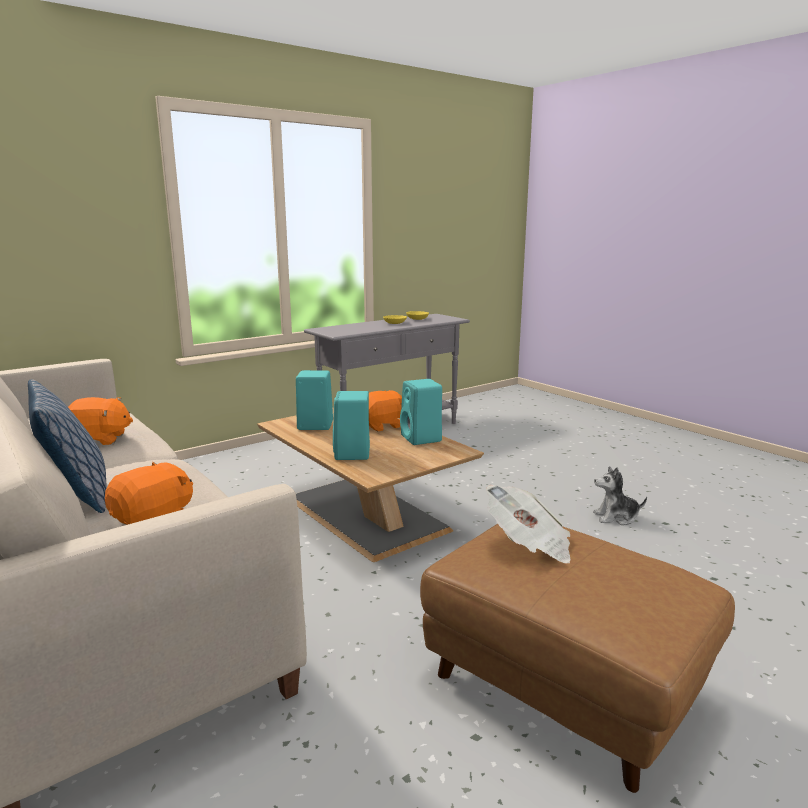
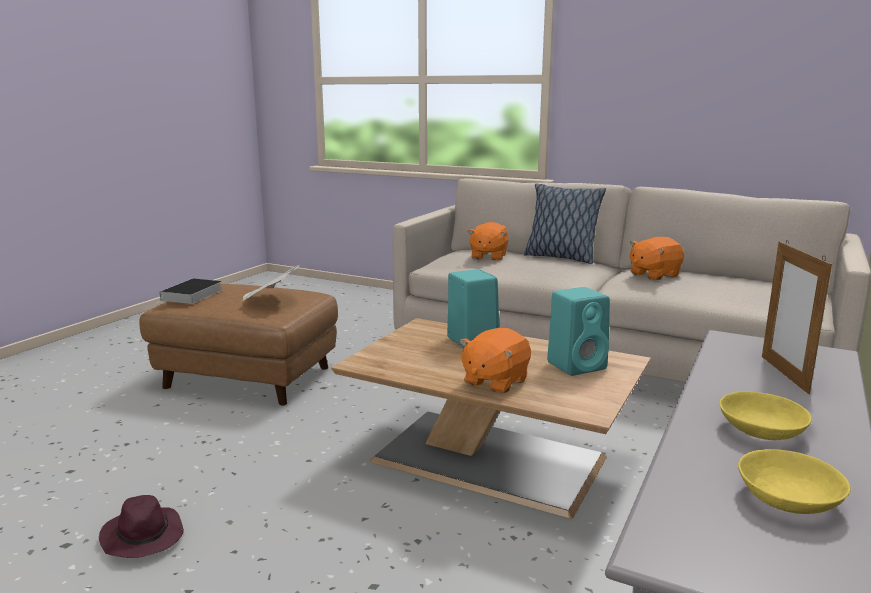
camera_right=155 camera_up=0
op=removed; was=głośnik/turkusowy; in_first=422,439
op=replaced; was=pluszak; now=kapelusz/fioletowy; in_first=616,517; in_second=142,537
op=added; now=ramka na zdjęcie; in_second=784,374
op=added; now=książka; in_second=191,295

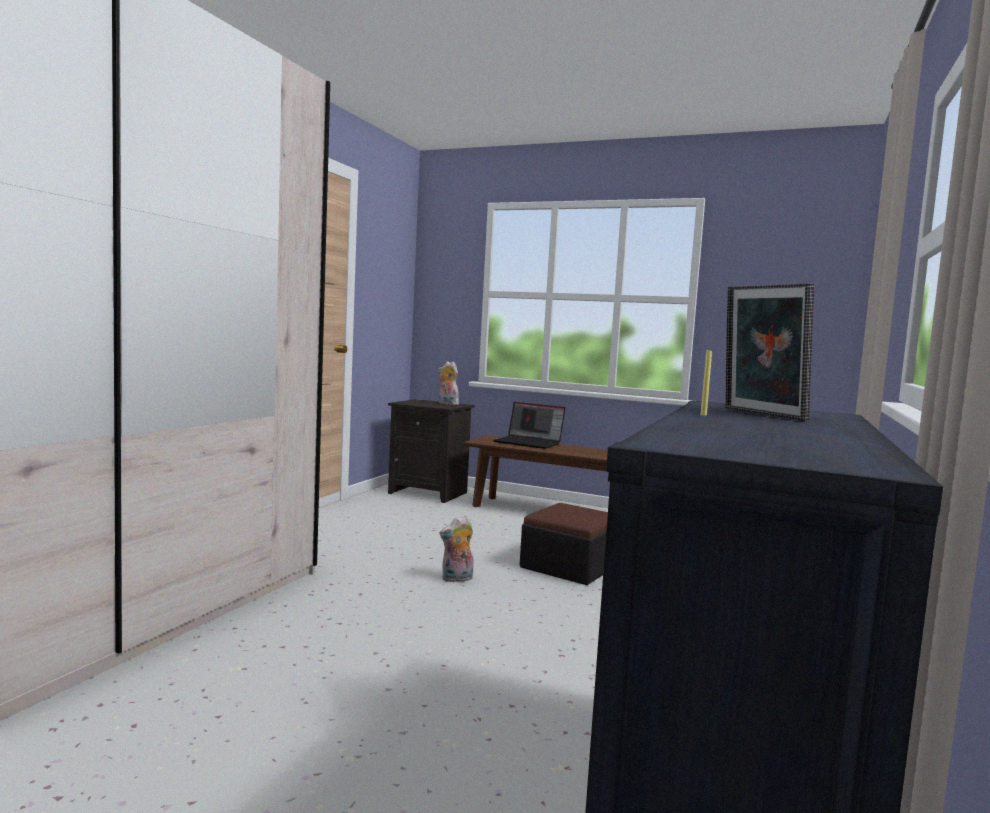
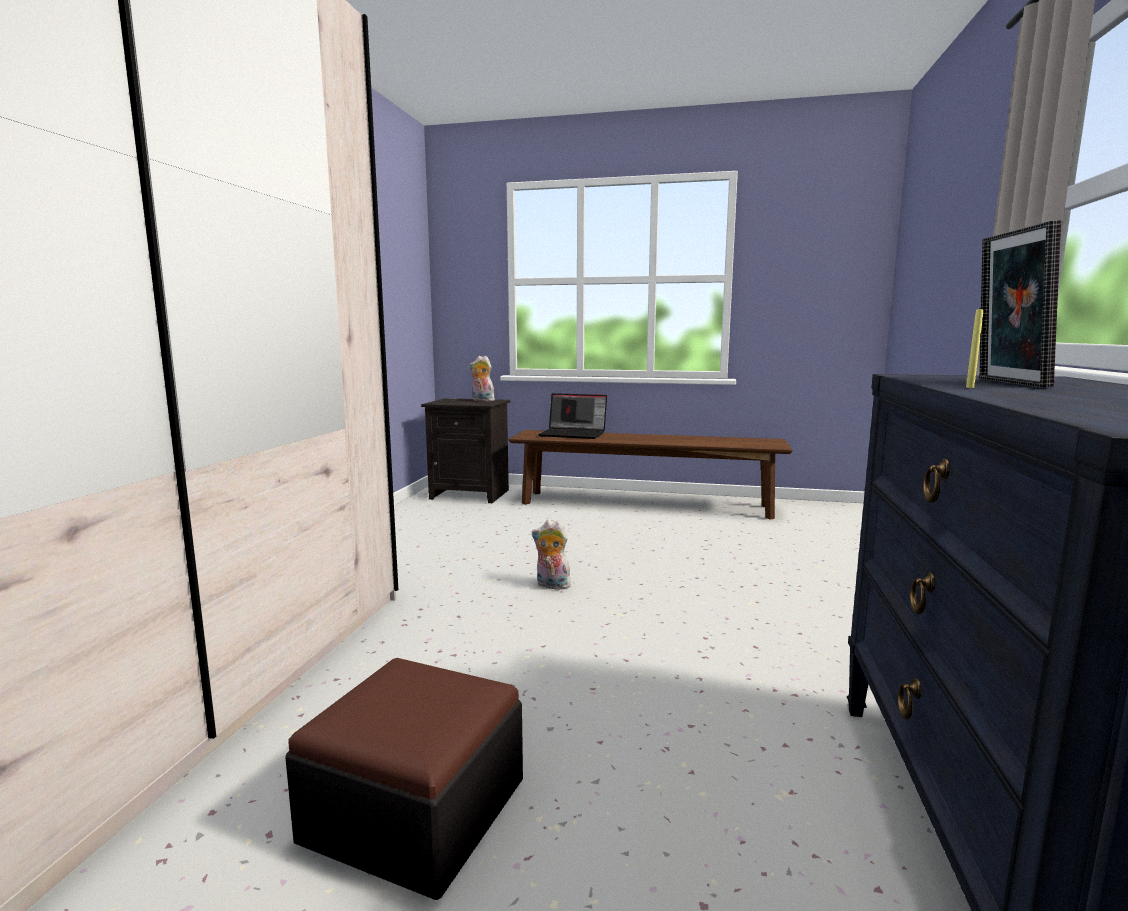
camera_right=-10 camera_up=5
op=turned; was=ramka na zdjęcie; in_first=760,414; in_second=1005,382; clockwise=45
op=moved; was=pufa; in_first=569,566; in_second=415,810
op=turned; was=pluszak; in_first=457,579; in_second=551,585; clockwise=60

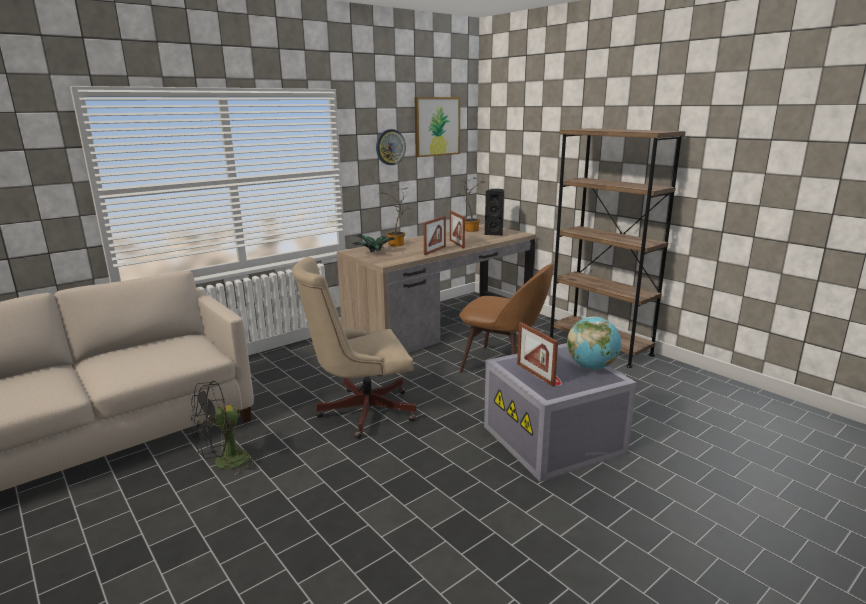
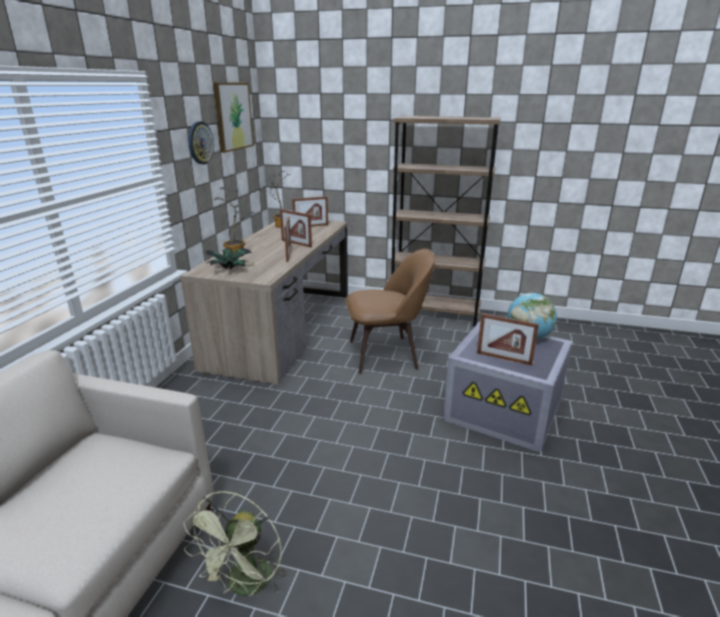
camera_right=-35 camera_up=5
op=replaced; was=głośnik/czarny; now=ramka na zdjęcie; in_first=495,233; in_second=311,226
op=removed; was=krzesło biurowe/beżowy; in_first=360,411
op=recoloured; was=wentylator/czarny; now=wentylator/zielony; in_first=224,463; in_second=245,586

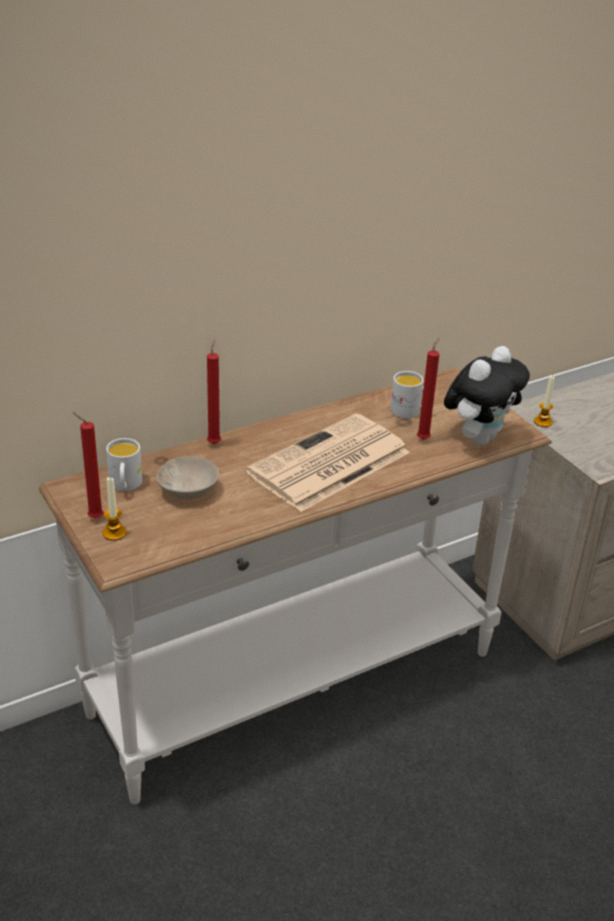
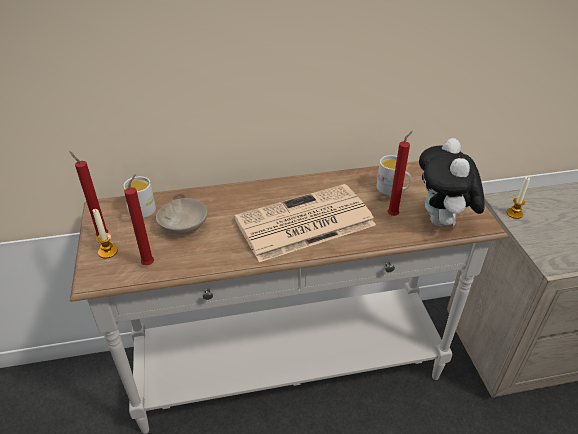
camera_right=20 camera_up=5
op=moved; was=świeca/czerwony; in_first=214,442; in_second=149,263
op=turned; was=pluszak; in_first=479,437; in_second=442,222; clockwise=120

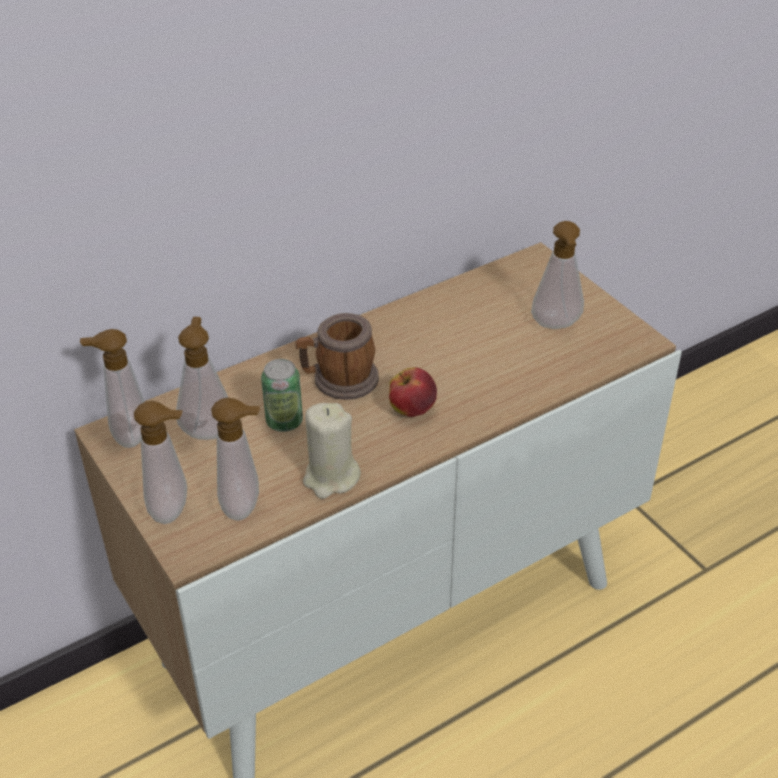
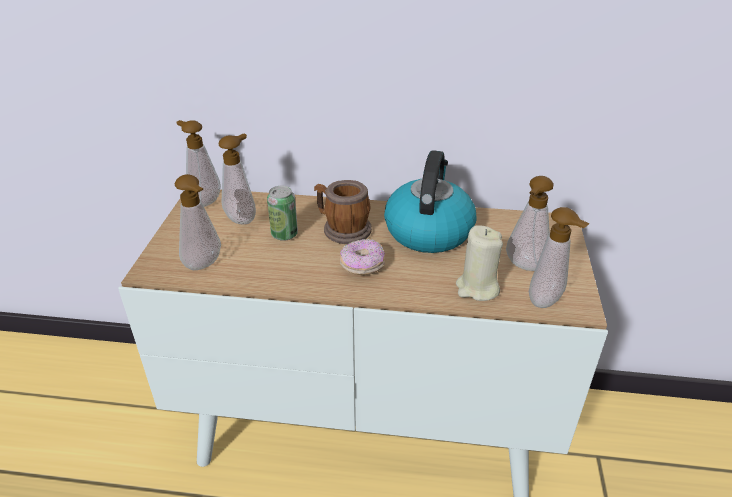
camera_right=40 camera_up=-5
op=replaced; was=jabłko; now=donut; in_first=412,409; in_second=362,266
op=moved; was=dozownik mydła; in_first=174,510; in_second=547,302
op=moved; was=świeca/beżowy; in_first=331,478; in_second=477,288
op=added; now=czajnik; in_second=428,230

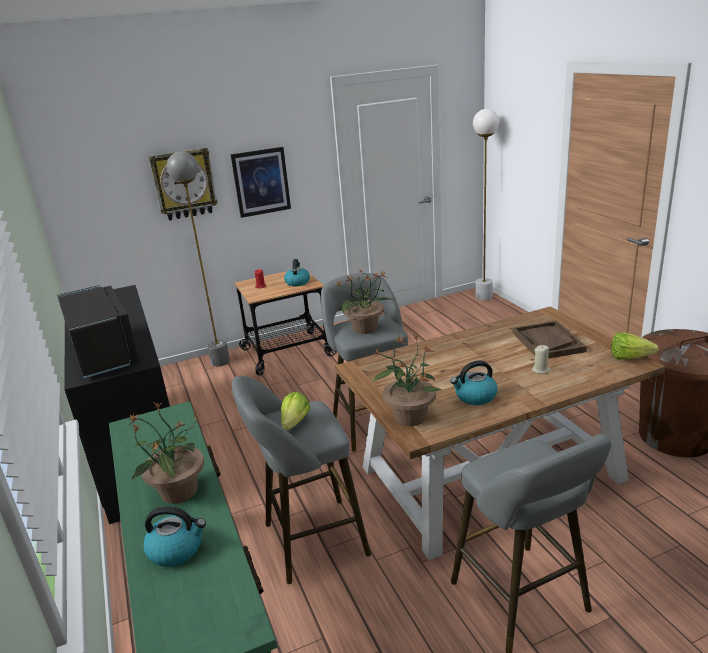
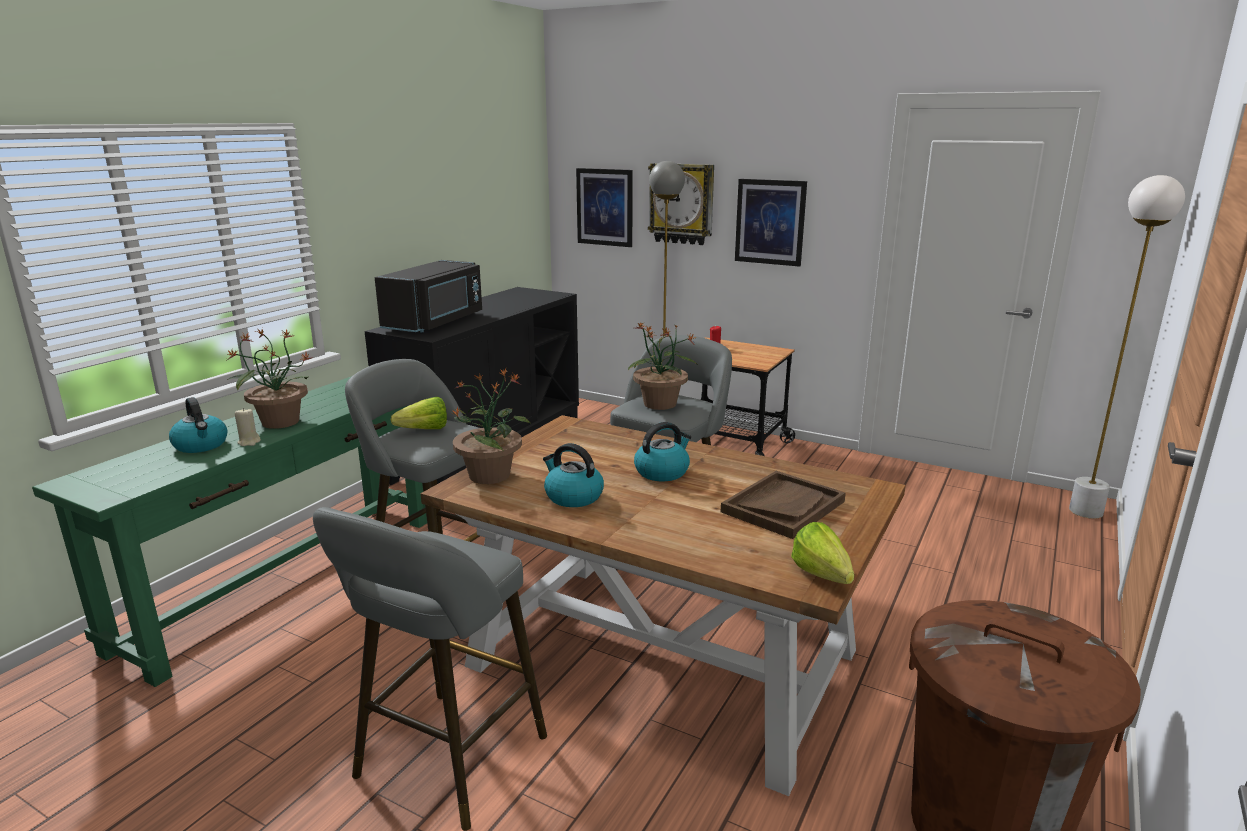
camera_right=50 camera_up=-5
op=moved; was=czajnik; in_first=297,282; in_second=662,472
op=moved; was=świeca/beżowy; in_first=541,370; in_second=249,442
op=added; now=obraz; in_second=605,207

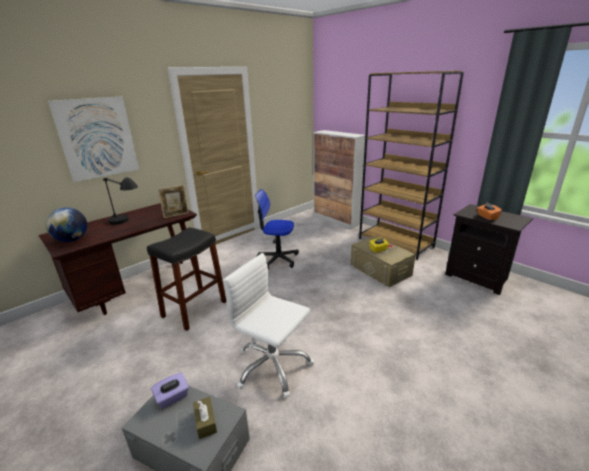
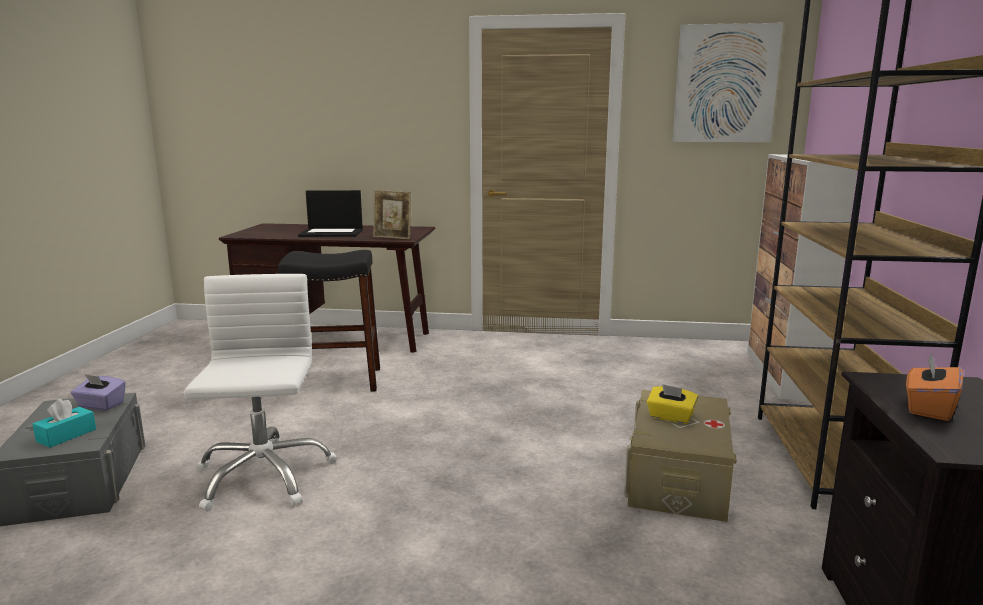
camera_right=50 camera_up=-10
op=moved; was=obraz; in_first=97,138; in_second=725,84
op=replaced; was=lampa stołowa/czarny; now=laptop; in_first=127,224; in_second=332,233
op=removed; was=krzesło biurowe; in_first=277,259
op=removed; was=globus; in_first=72,240
op=recoloured; was=pudełko chusteczek/brązowy; now=pudełko chusteczek/turkusowy; in_first=205,421; in_second=66,435

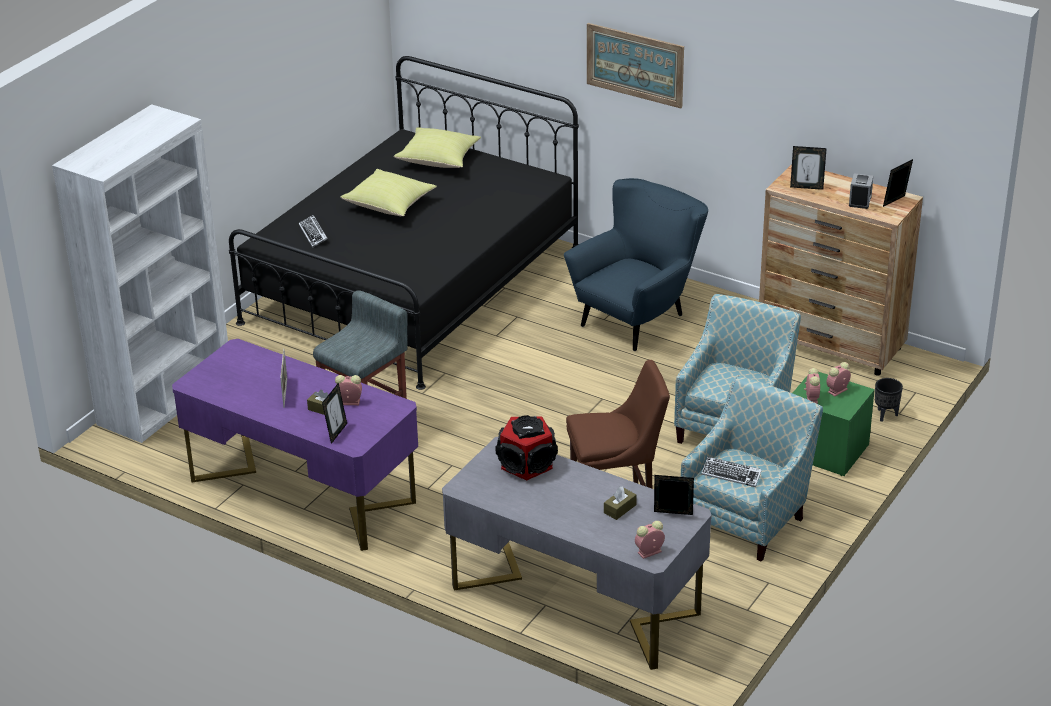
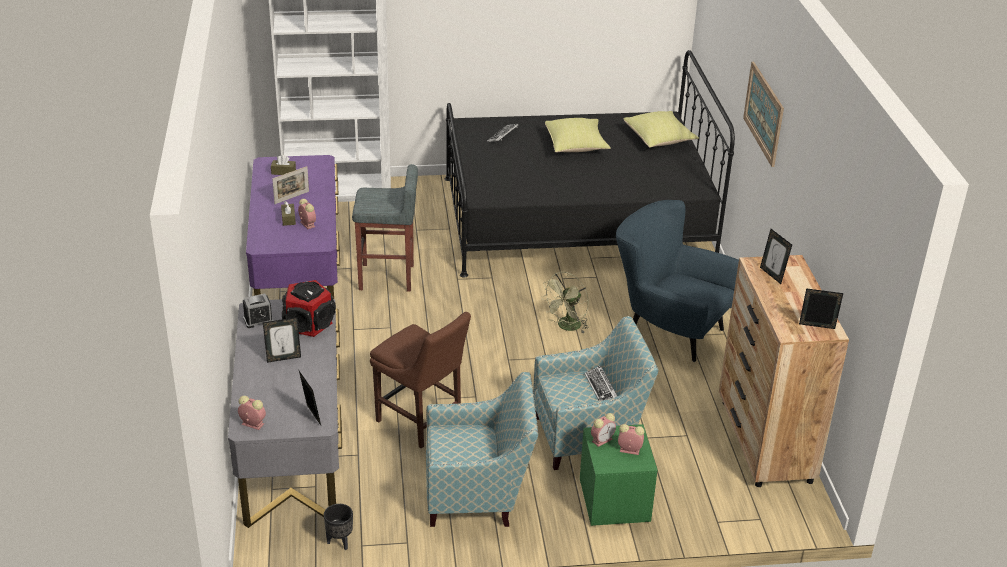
camera_right=50 camera_up=0
op=moved; was=budzik; in_first=860,201; in_second=258,320
op=turned; was=fotel/niebieski; in_first=638,317; in_second=668,330; clockwise=-150
op=moved; was=donica/czarny; in_first=885,415; in_second=340,541
op=moved; was=ramka na zdjęcie; in_first=336,433; in_second=283,358
op=moved; was=klawiatura; in_first=731,475; in_second=601,388
op=moved; was=pudełko chusteczek/brązowy; in_first=620,509; in_second=283,172
op=added; now=wentylator/zielony; in_second=566,327

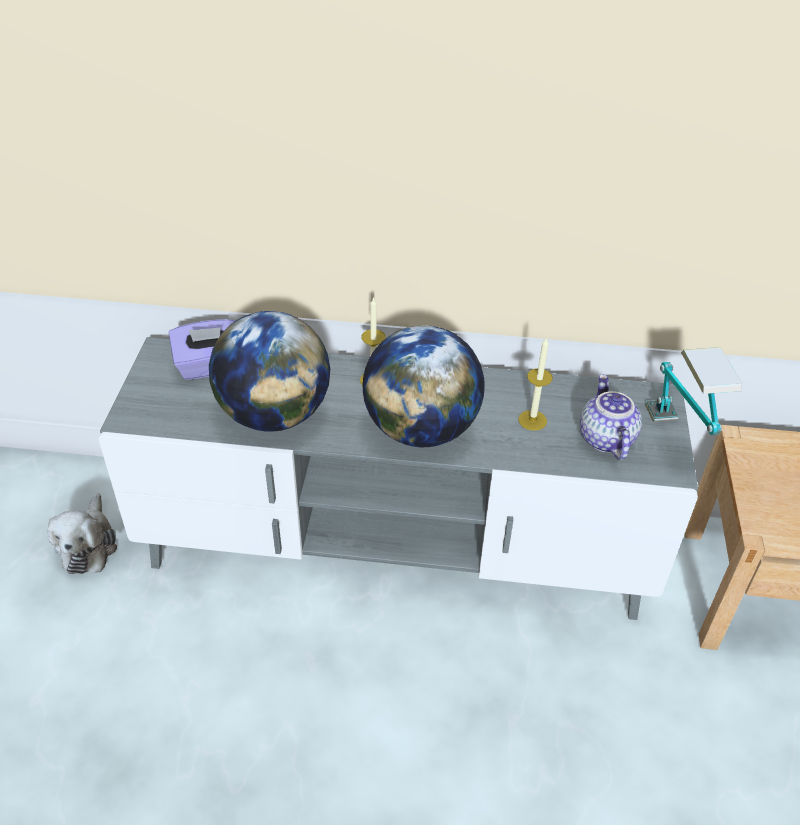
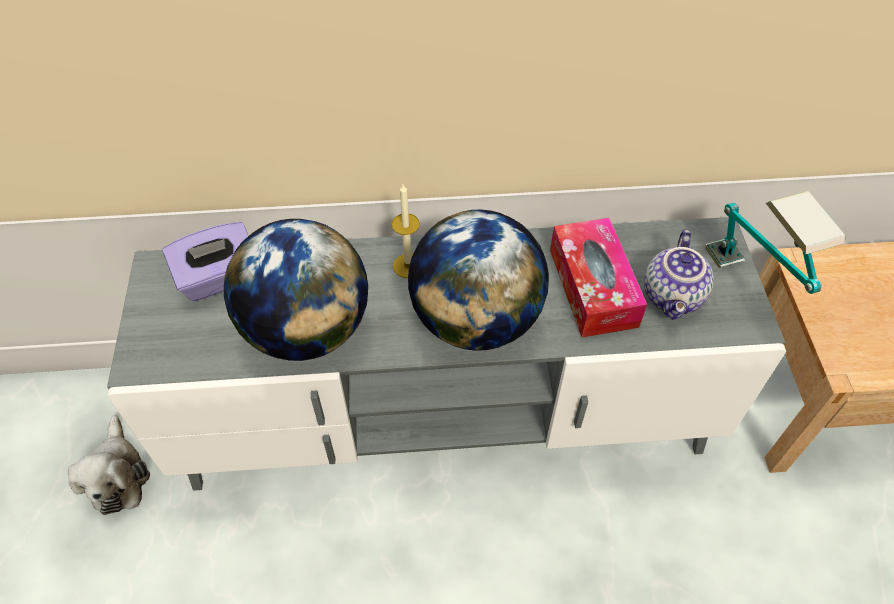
camera_right=-10 camera_up=10
op=replaced; was=świeca; now=pudełko chusteczek; in_first=532,420; in_second=592,287
op=turned; was=imbryk; in_first=604,438; in_second=674,297; clockwise=-150

